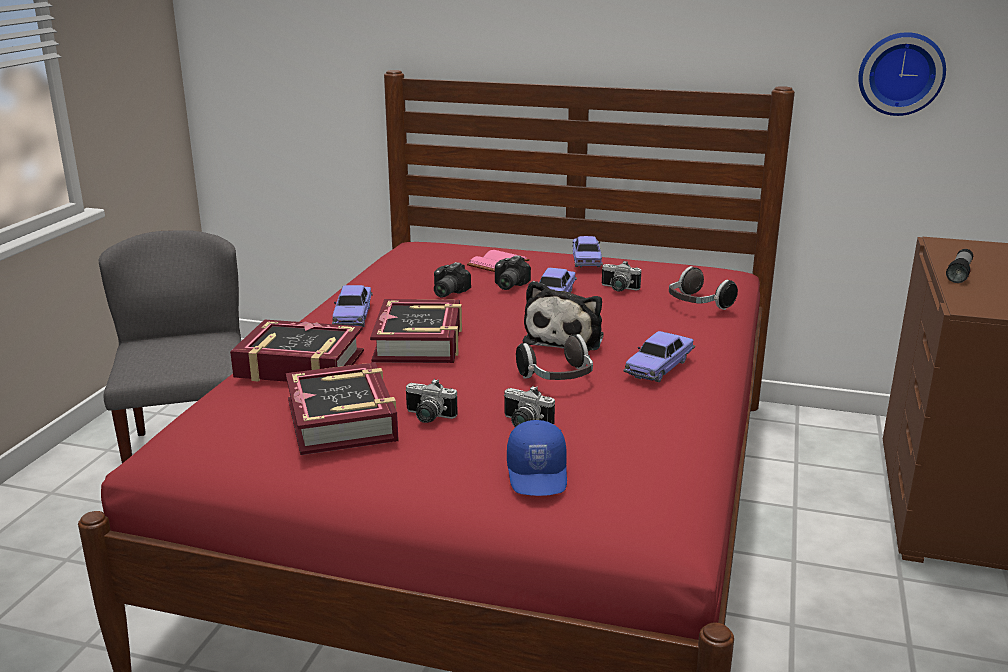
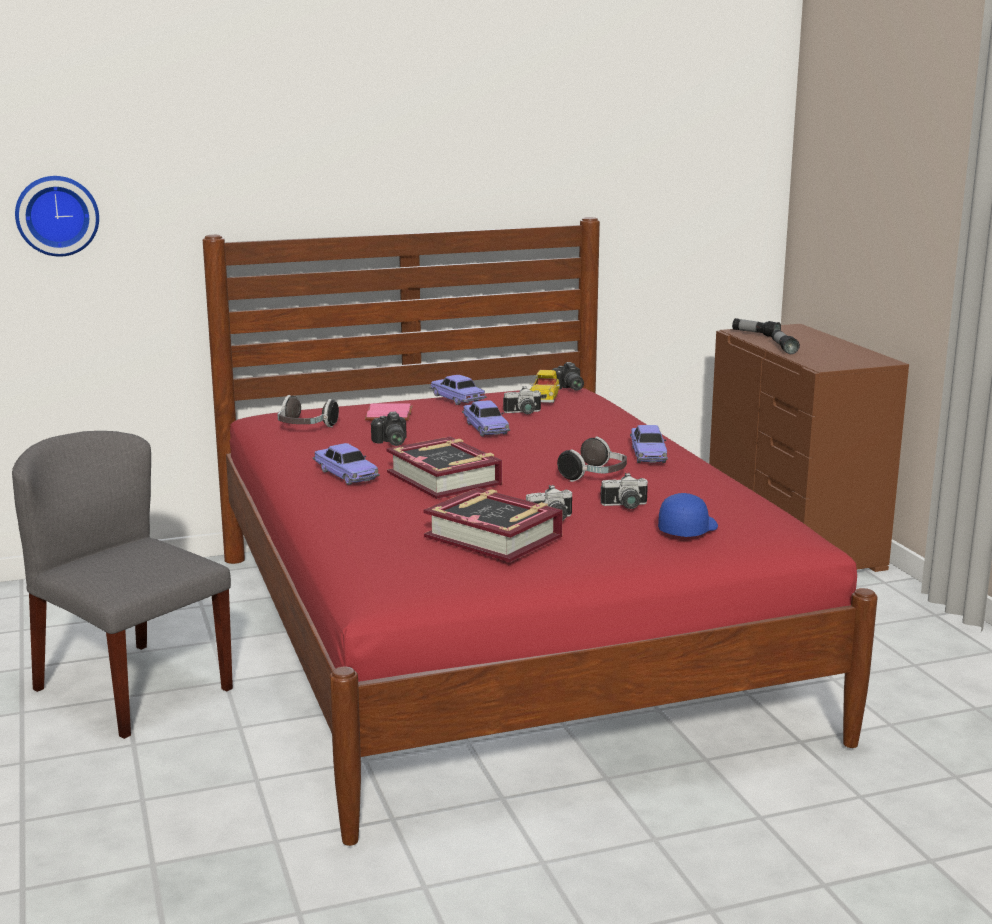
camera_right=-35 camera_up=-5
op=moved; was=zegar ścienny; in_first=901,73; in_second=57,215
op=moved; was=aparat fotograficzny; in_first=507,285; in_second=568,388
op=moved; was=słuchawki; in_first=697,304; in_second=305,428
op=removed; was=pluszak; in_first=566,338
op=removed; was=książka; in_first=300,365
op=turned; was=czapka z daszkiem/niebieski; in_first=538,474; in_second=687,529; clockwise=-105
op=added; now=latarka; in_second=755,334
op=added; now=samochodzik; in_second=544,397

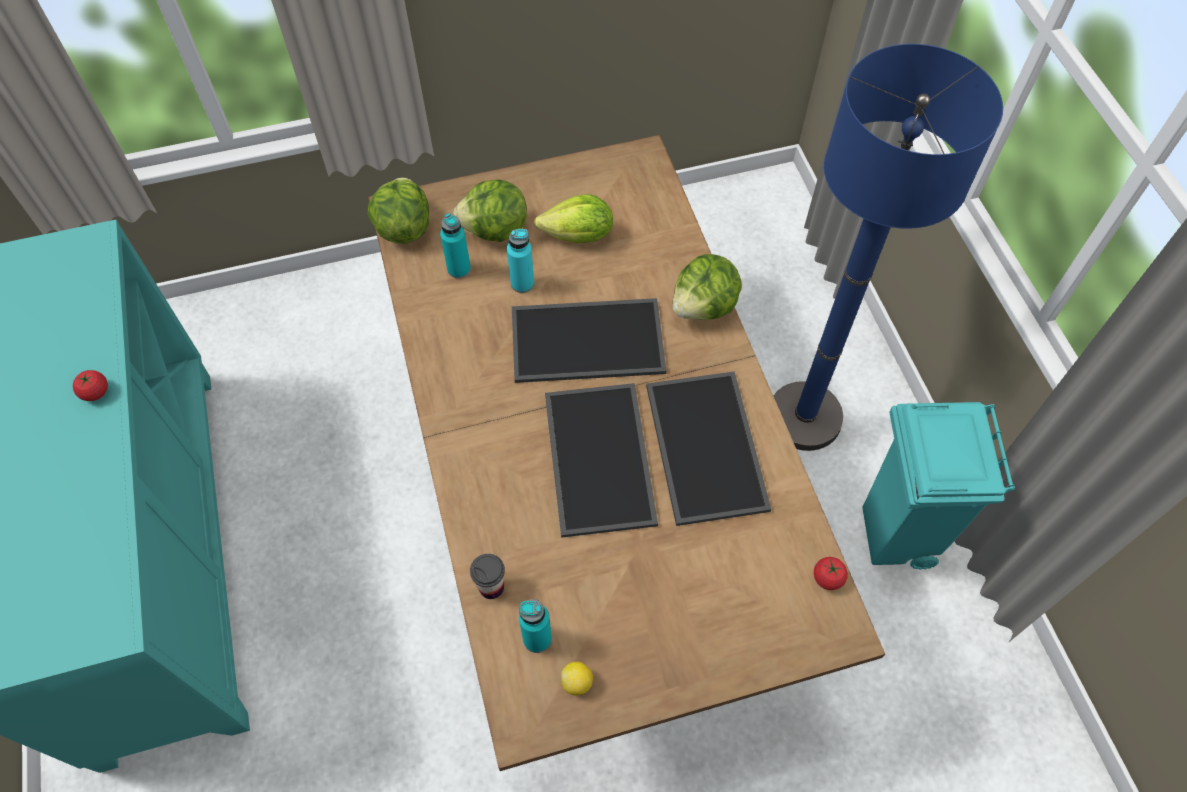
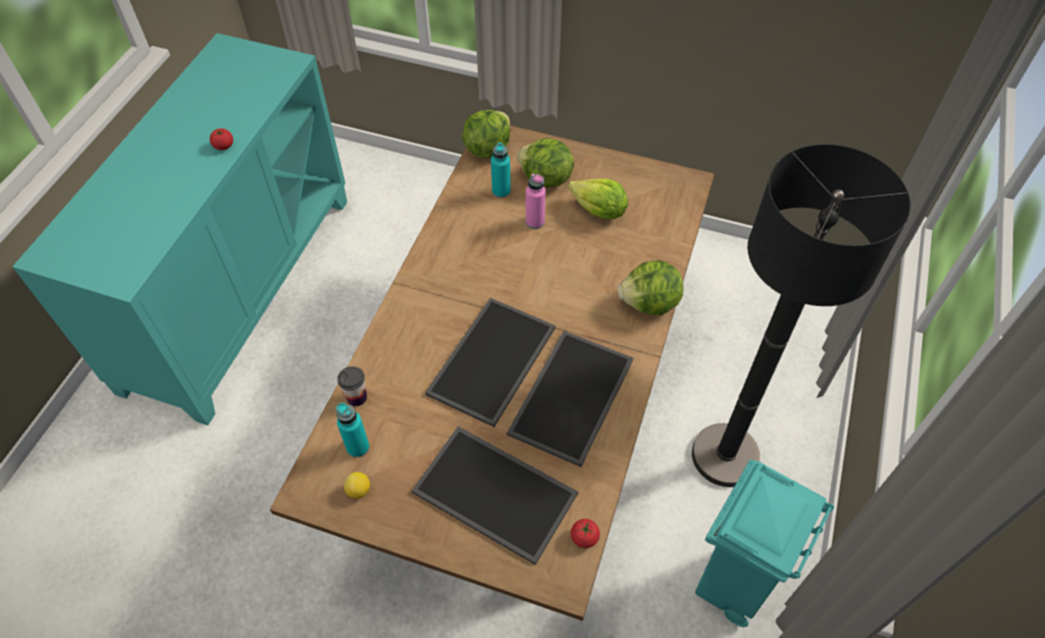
camera_right=35 camera_up=-5
op=recoloured; was=lampa stojąca/niebieski; now=lampa stojąca/czarny; in_first=804,417; in_second=724,456
op=recoloured; was=butelka/turkusowy; now=butelka/różowy; in_first=522,283; in_second=535,222
op=moved; was=taca; in_first=589,338; in_second=497,492

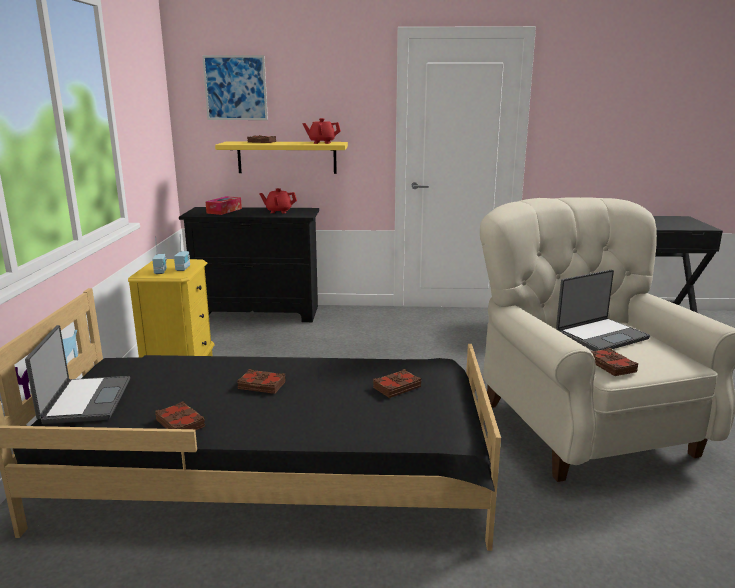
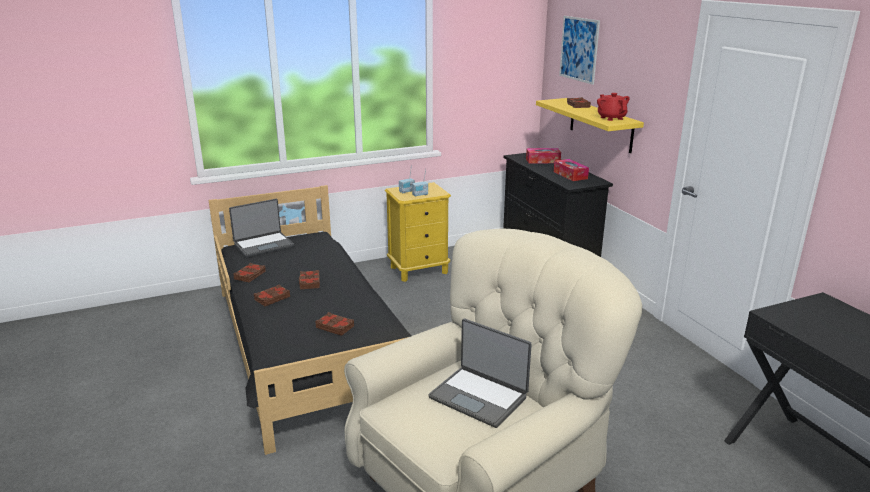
camera_right=65 camera_up=5
op=replaced; was=imbryk/czerwony; now=pudełko chusteczek; in_first=278,211; in_second=570,175
op=moved; was=książka/brązowy; in_first=611,366; in_second=272,298

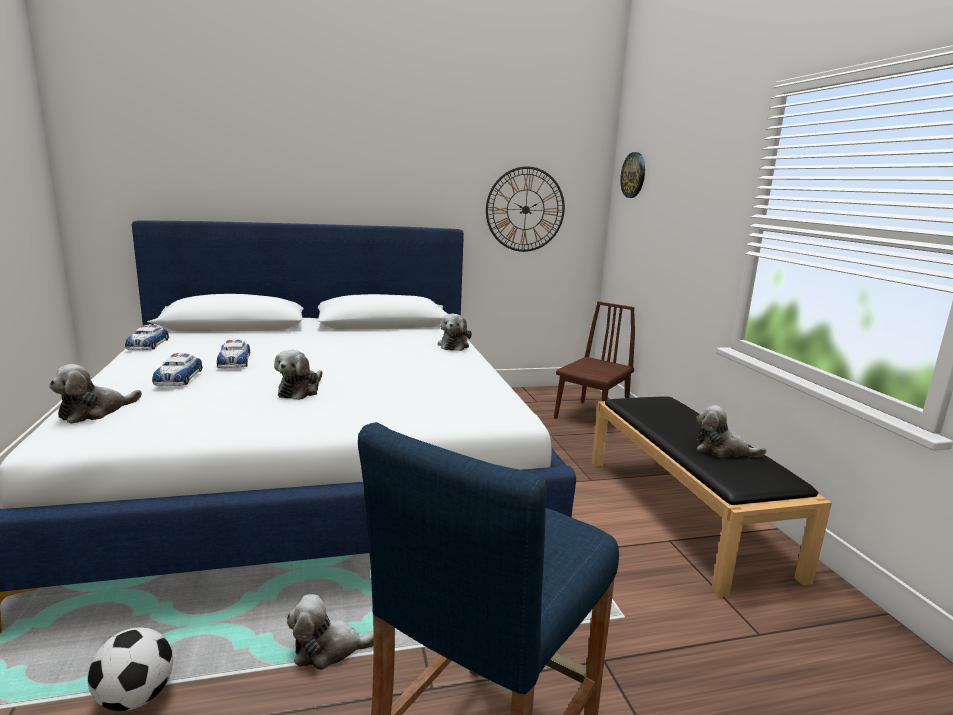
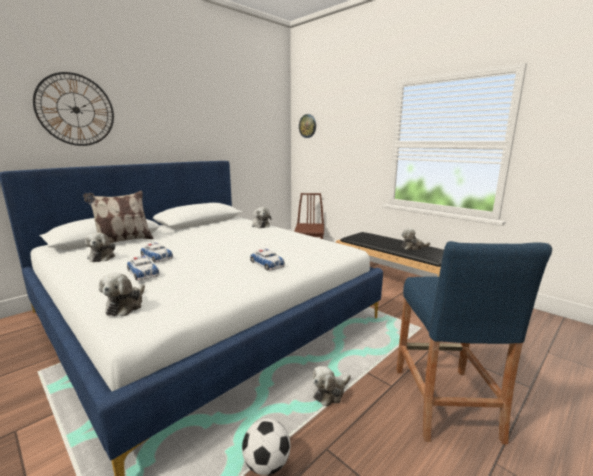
camera_right=-30 camera_up=0
op=moved; was=zegar ścienny; in_first=525,209; in_second=76,110
op=moved; was=samochodzik; in_first=148,344; in_second=267,264
op=moved; was=pluszak; in_first=300,391; in_second=102,257
op=added; now=poduszka; in_second=123,241

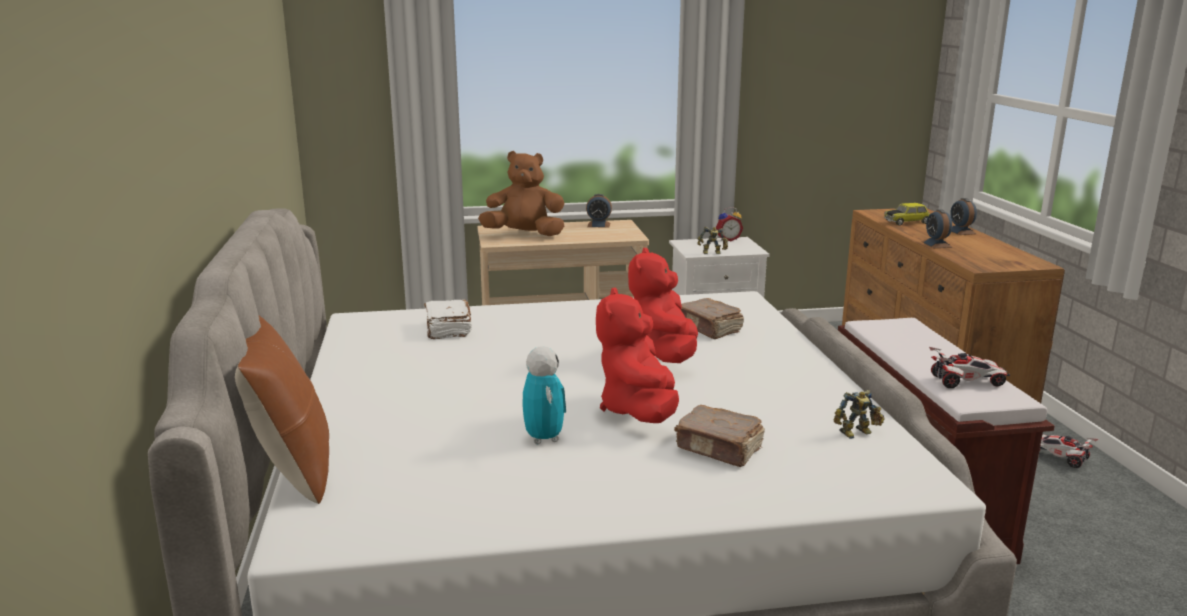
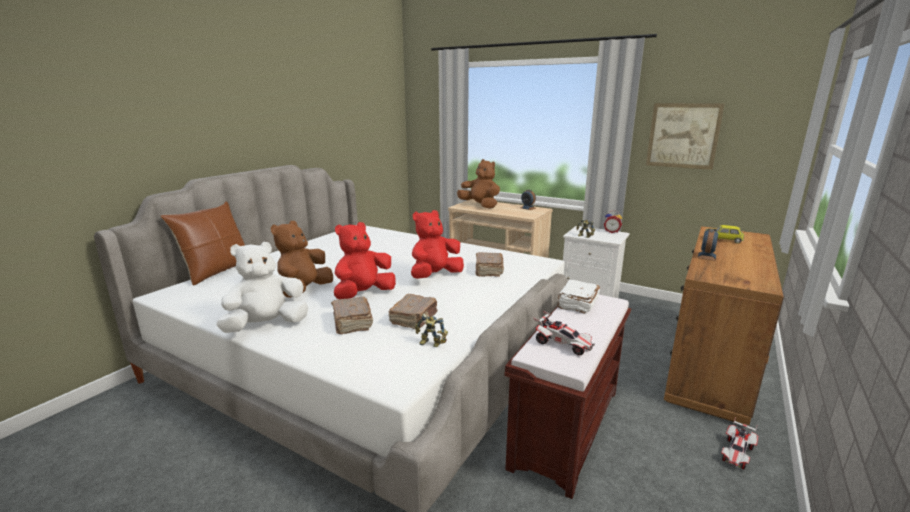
camera_right=40 camera_up=0
op=removed; was=budzik; in_first=960,231
op=moved; was=książka/biały; in_first=448,329; in_second=577,304
op=replaced; was=robot zabawkowy; now=pluszak/brązowy; in_first=544,438; in_second=304,291
op=turned; was=samochodzik; in_first=1057,457; in_second=737,453; clockwise=-135
op=added; now=obraz; in_second=683,135
op=added; now=pluszak/biały; in_second=266,325
op=added; now=książka/brązowy; in_second=414,319

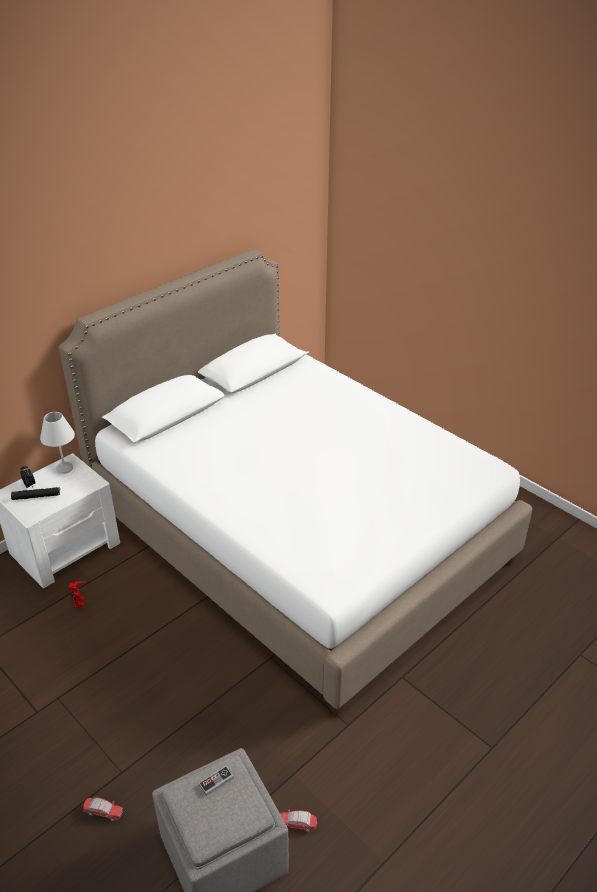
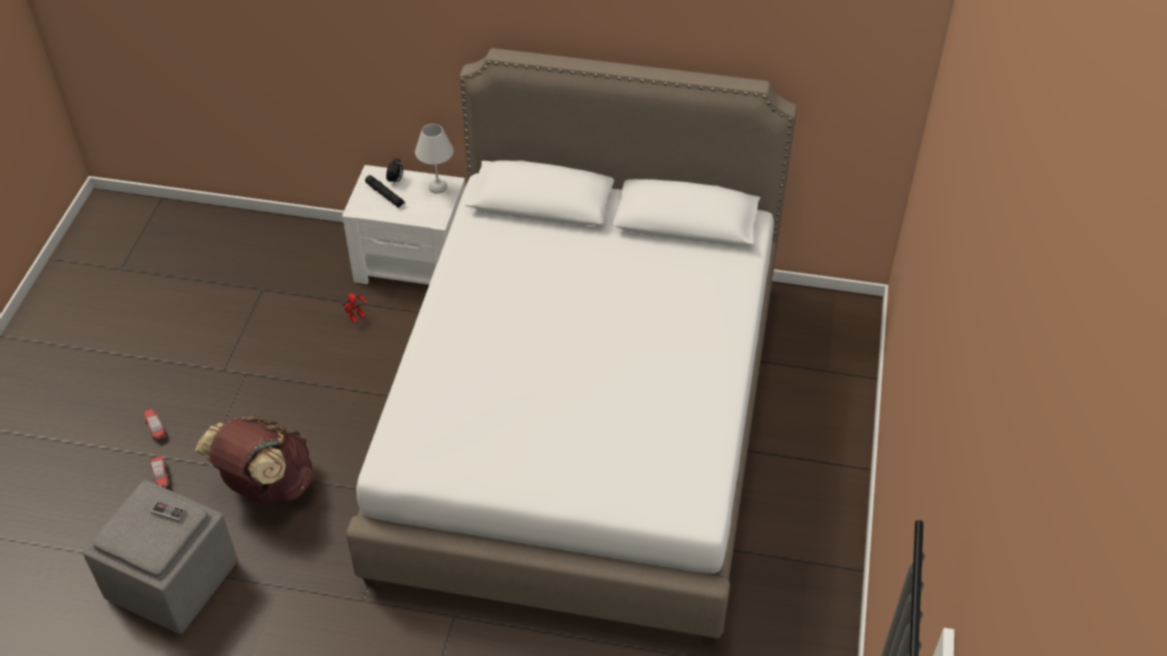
camera_right=55 camera_up=10
op=moved; was=samochodzik; in_first=297,825; in_second=155,429
op=added; now=plecak/brązowy; in_second=267,486

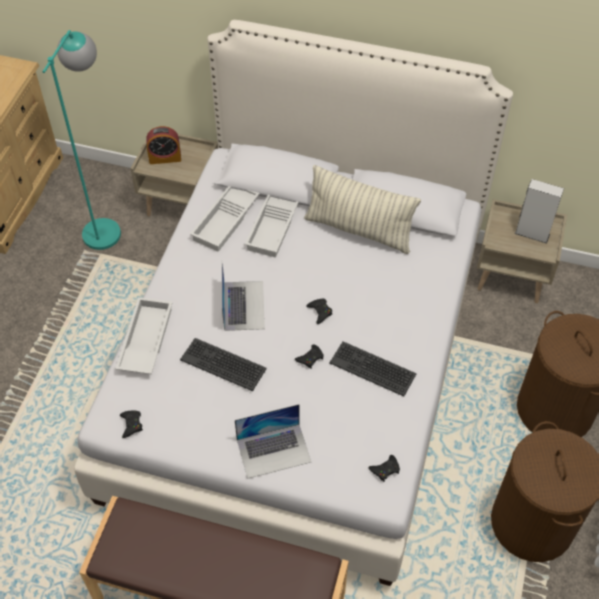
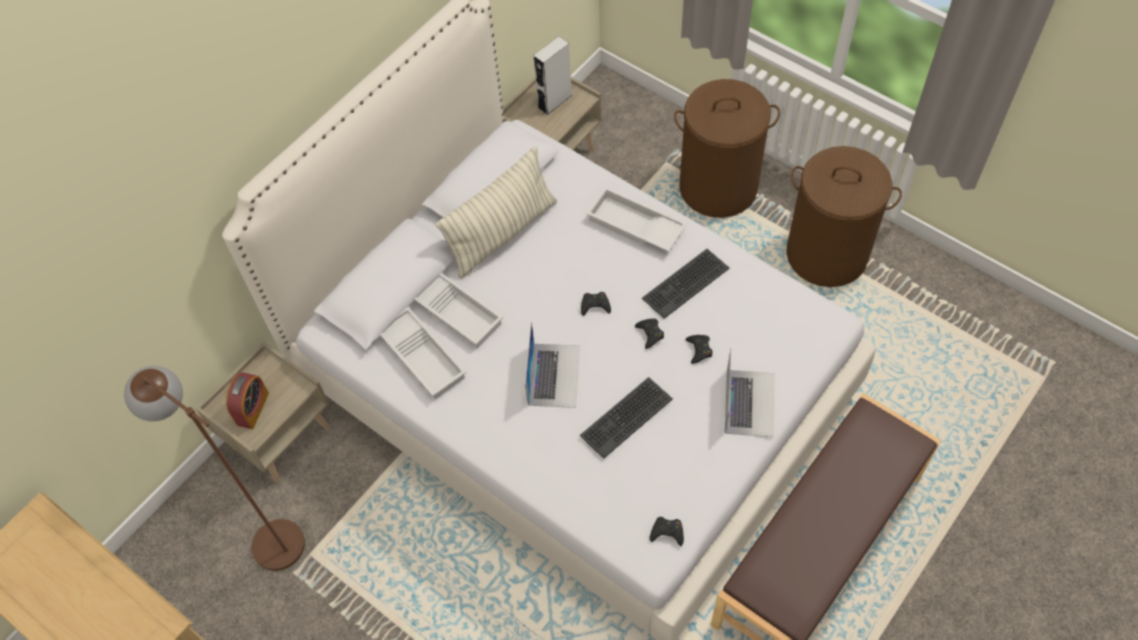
camera_right=-65 camera_up=5
op=recoloured; was=lampa stojąca/turkusowy; now=lampa stojąca/brązowy; in_first=106,224; in_second=264,535
op=turned; was=laptop; in_first=243,305; in_second=554,375; clockwise=75
op=moved; was=taca/biały; in_first=145,340; in_second=634,226
op=moved; was=pad do gier/czarny; in_first=385,469; in_second=699,350

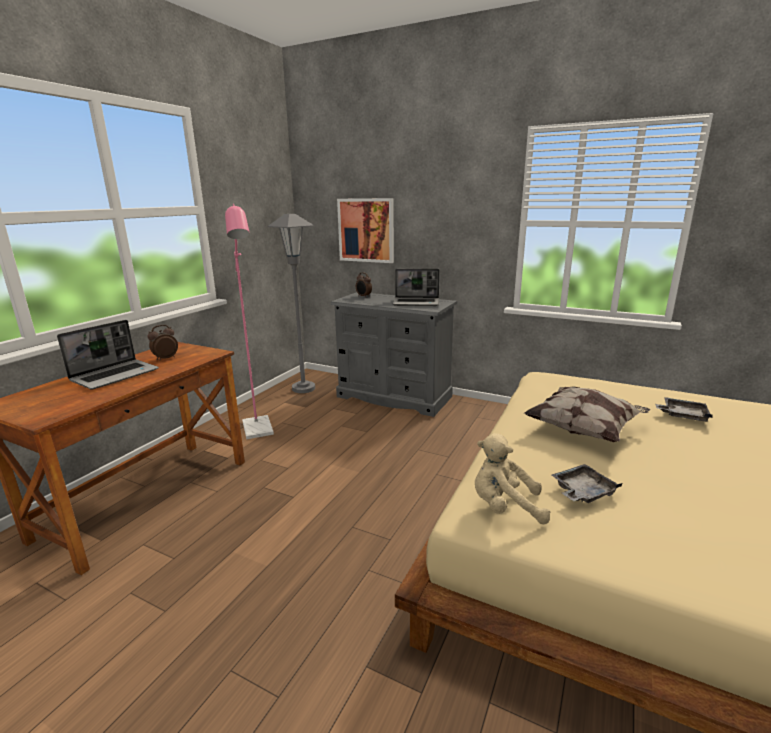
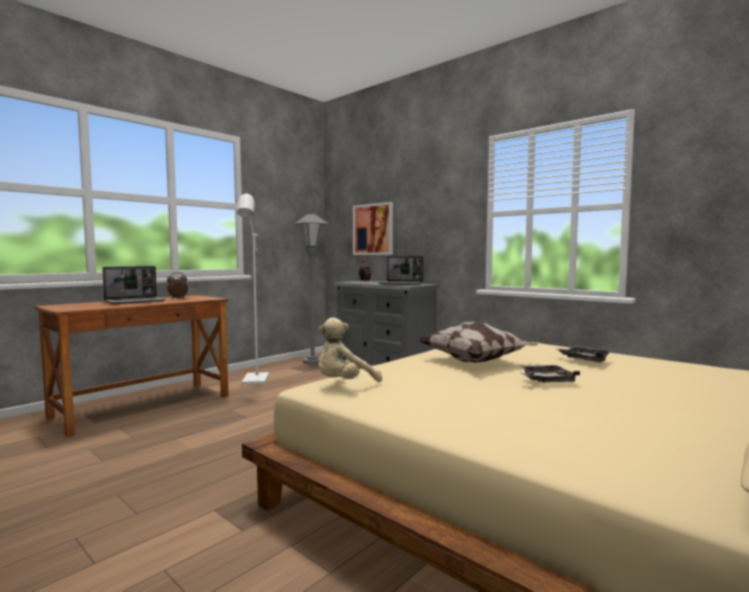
camera_right=15 camera_up=-15
op=recoloured; was=lampa stojąca/różowy; now=lampa stojąca/biały; in_first=259,431; in_second=254,381
op=turned; was=pluszak/beżowy; in_first=505,507; in_second=344,384; clockwise=-60
op=moved; was=taca/szary; in_first=582,492; in_second=545,381

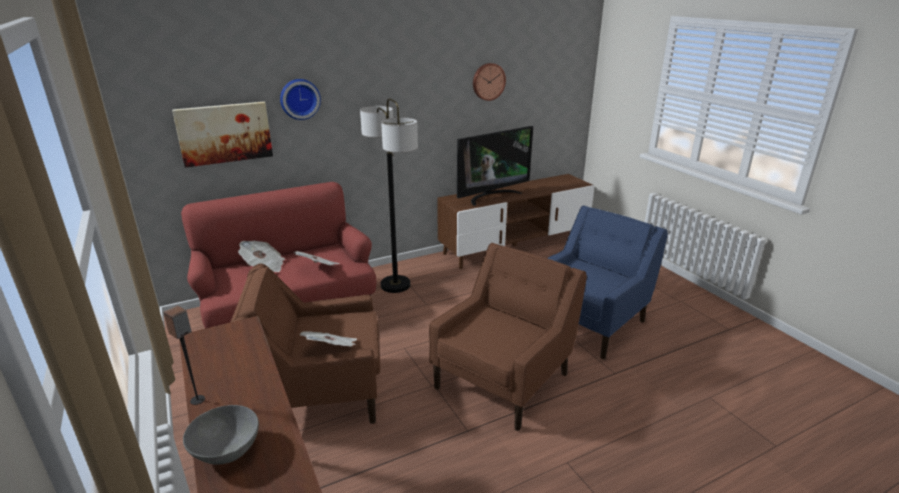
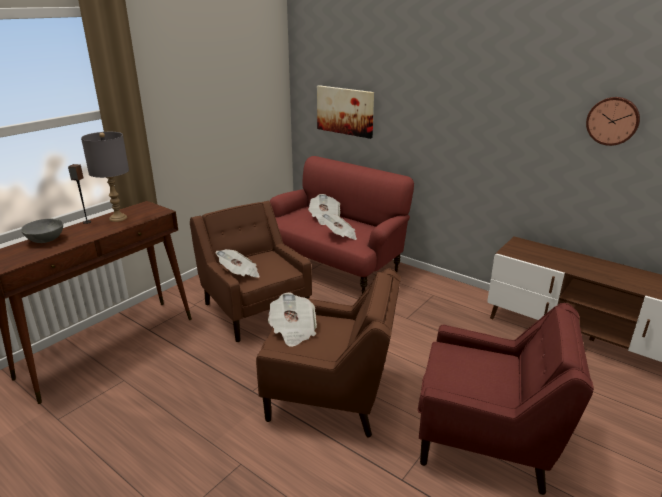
camera_right=65 camera_up=0
op=removed; was=zegar ścienny; in_first=299,99
op=removed; was=lampa stojąca; in_first=395,285
op=removed; was=telewizor; in_first=491,196
op=recoloured; was=fotel/niebieski; now=fotel/czerwony; in_first=589,322; in_second=487,438
op=added; now=lampa stołowa/szary; in_second=118,218
op=added; now=gazeta; in_second=293,331

